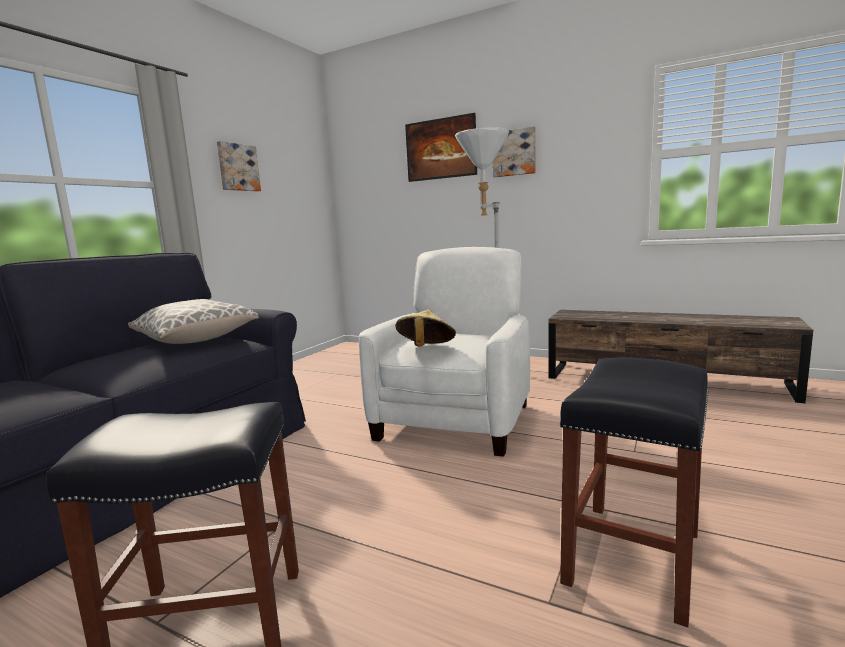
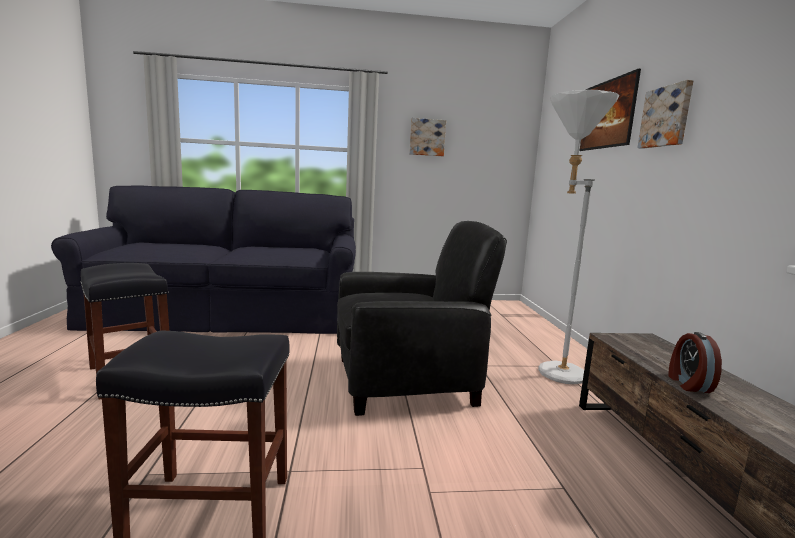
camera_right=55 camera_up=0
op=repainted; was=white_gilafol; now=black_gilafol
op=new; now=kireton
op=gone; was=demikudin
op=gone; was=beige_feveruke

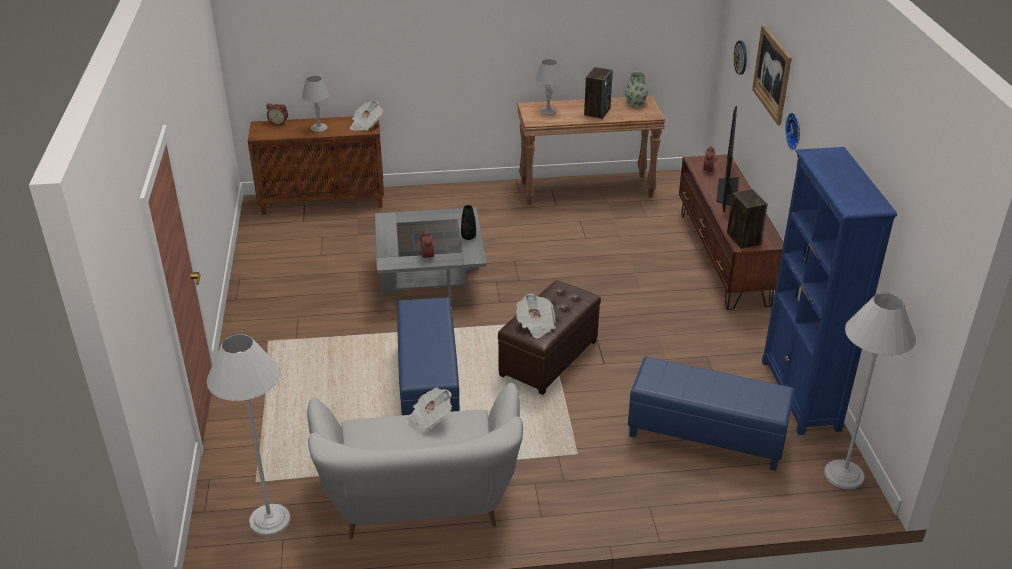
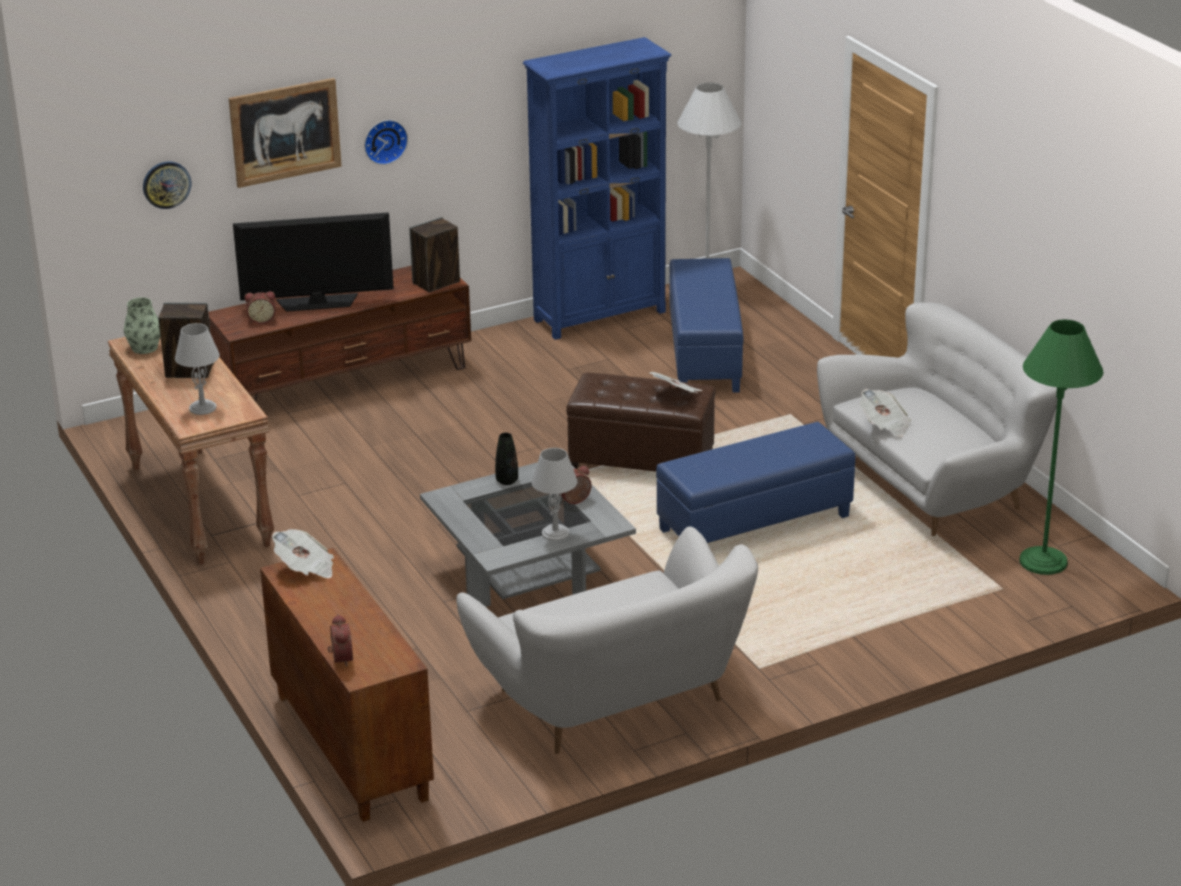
camera_right=-110 camera_up=-5
op=new; now=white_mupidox (no. 1 from left)
op=shifted; was=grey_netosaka (no. 1 from left in the first image); now=grey_netosaka (no. 2 from left)
op=repainted; was=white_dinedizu (no. 1 from left); now=green_dinedizu

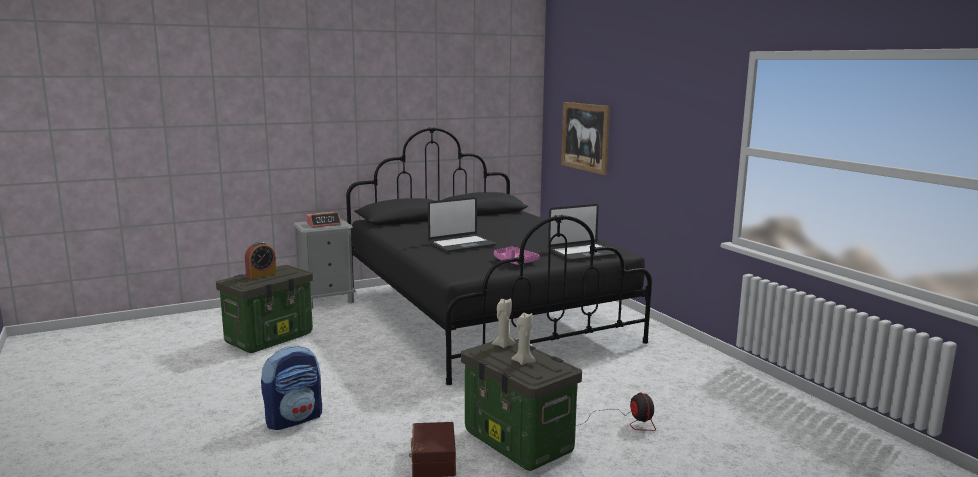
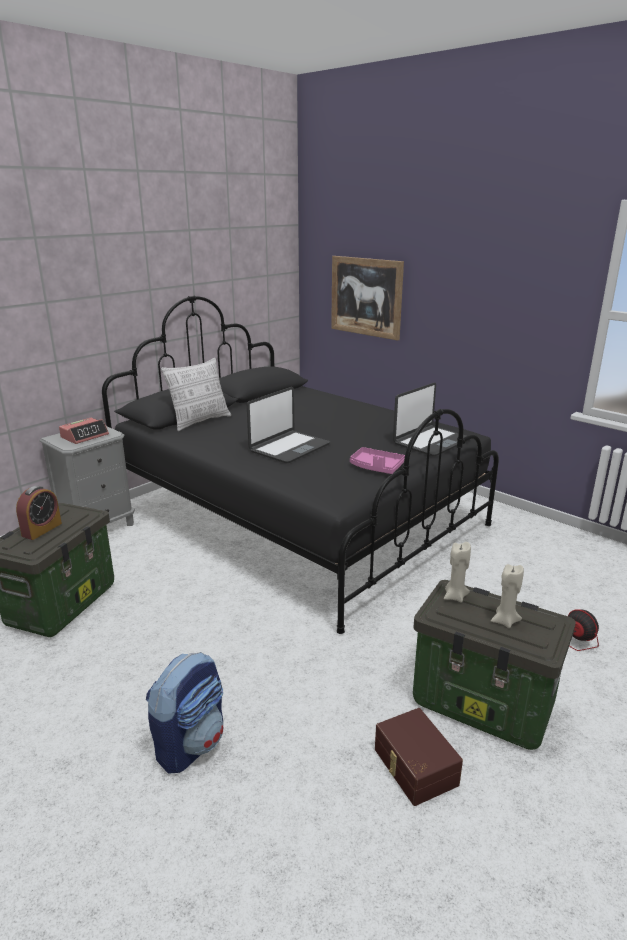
camera_right=-20 camera_up=10
op=new; now=demikudin

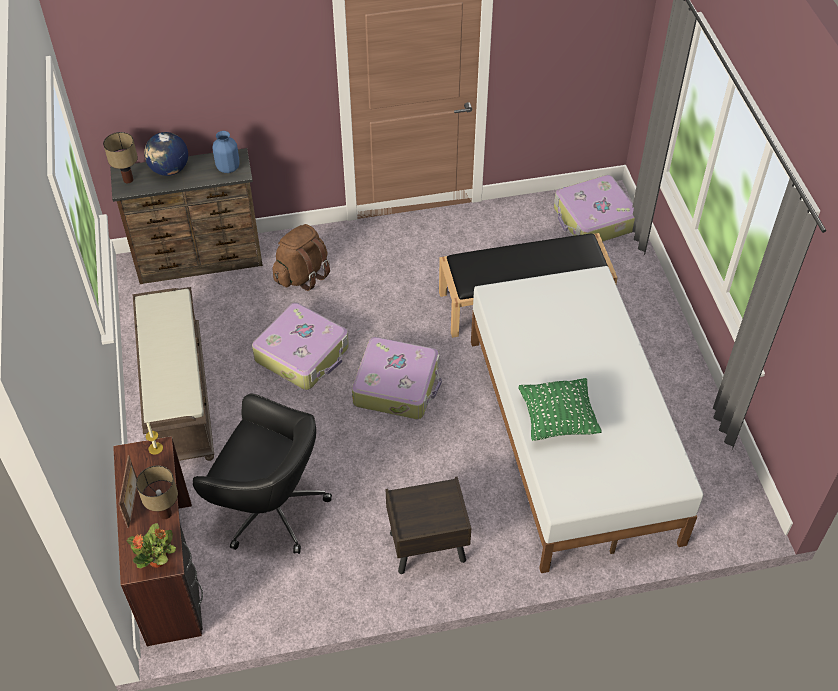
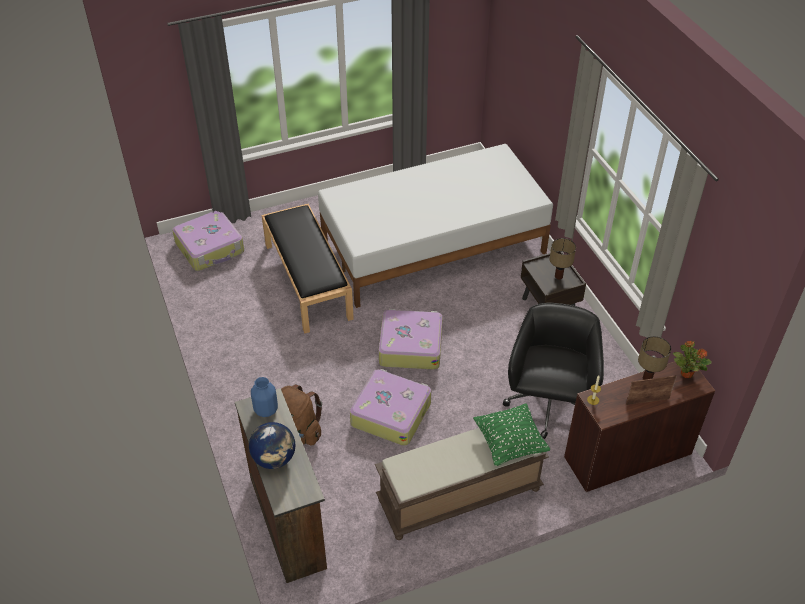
camera_right=-100 camera_up=-5
op=shifted; was=green_demikudin
op=shifted; was=netosaka (no. 1 from left)

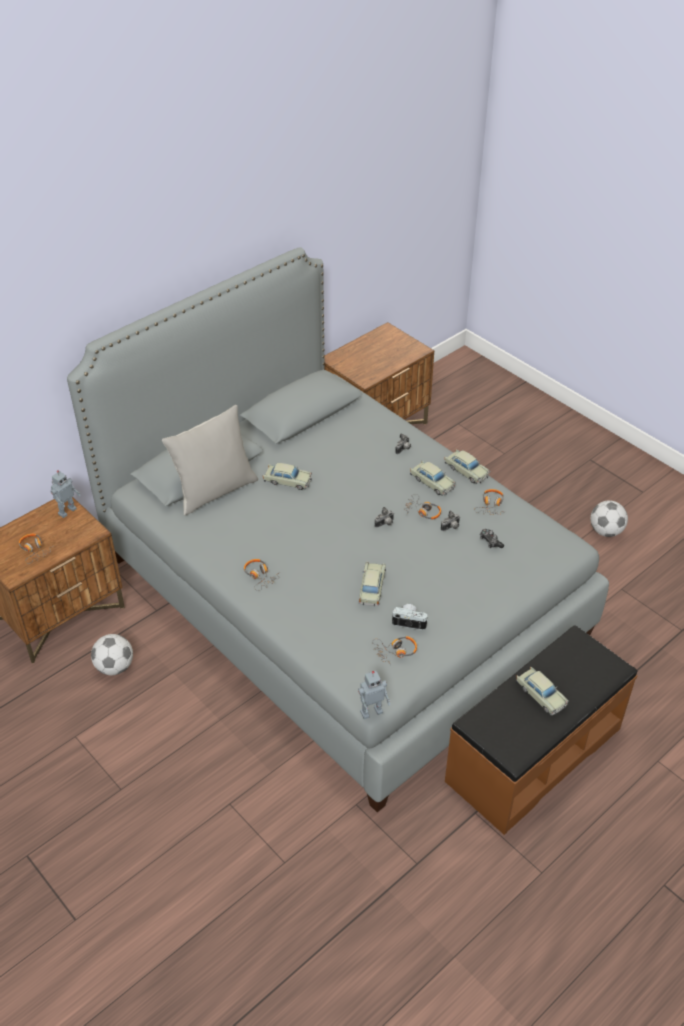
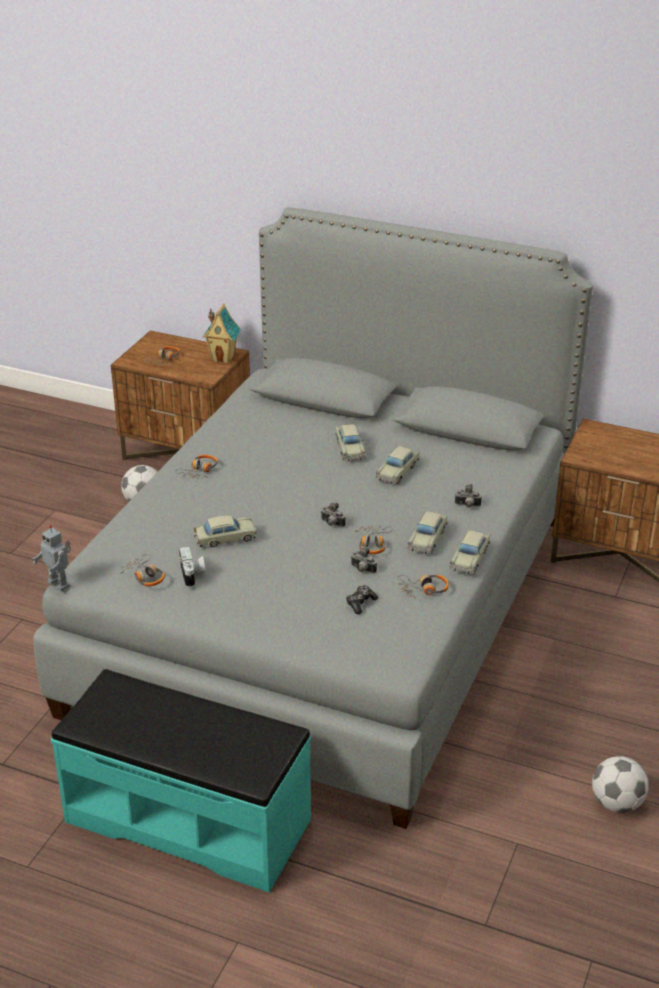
camera_right=65 camera_up=-10
op=repainted; was=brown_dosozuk; now=turquoise_dosozuk
op=swapped; was=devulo (no. 1 from left); now=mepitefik
op=shifted; was=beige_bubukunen (no. 5 from left in the first image); now=beige_bubukunen (no. 3 from left)
op=gone; was=grey_demikudin

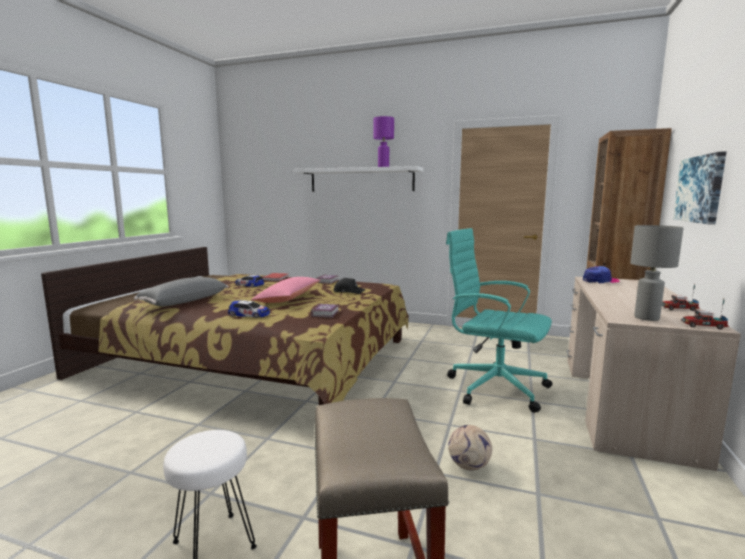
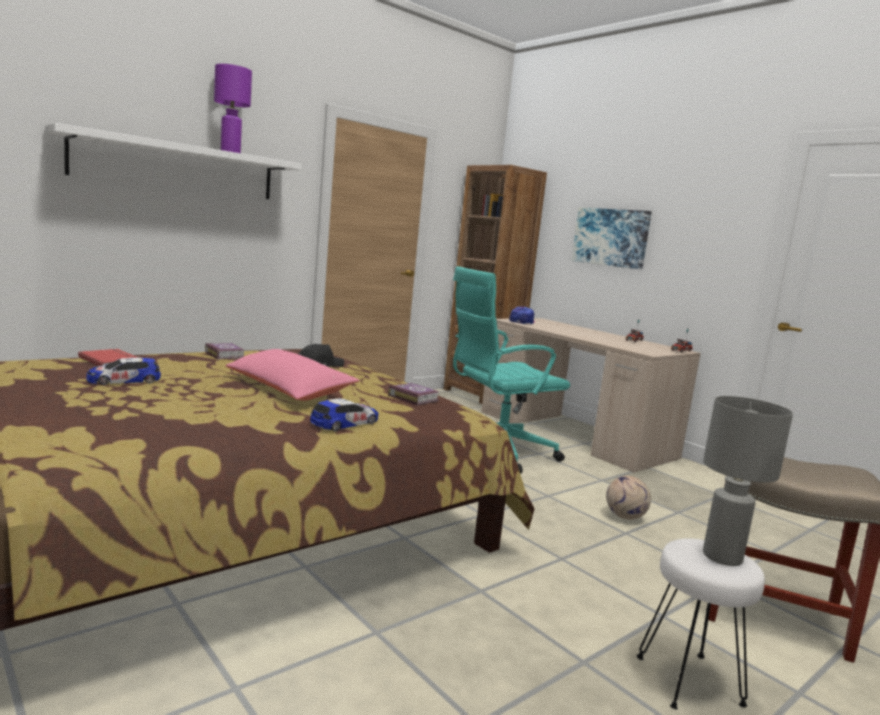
camera_right=-60 camera_up=0
op=shifted; was=grey_netosaka
op=gone; was=grey_demikudin

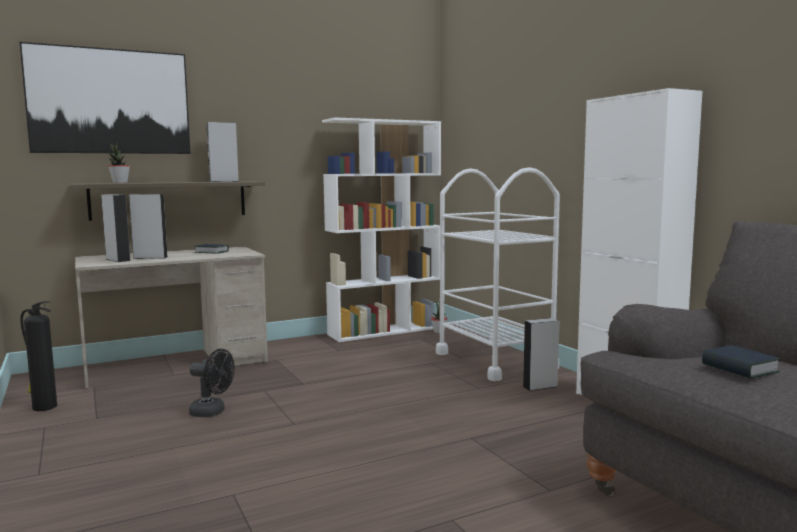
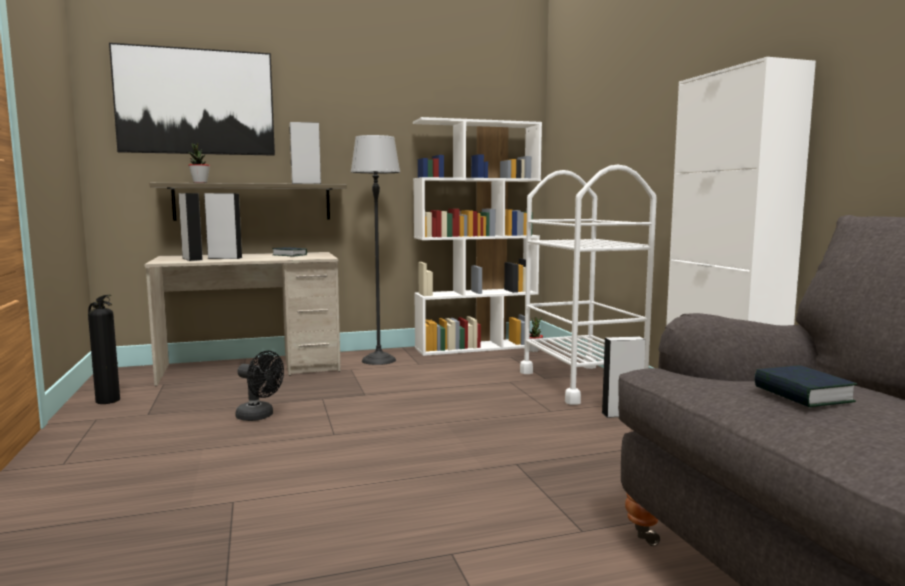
camera_right=10 camera_up=0
op=new; now=dinedizu

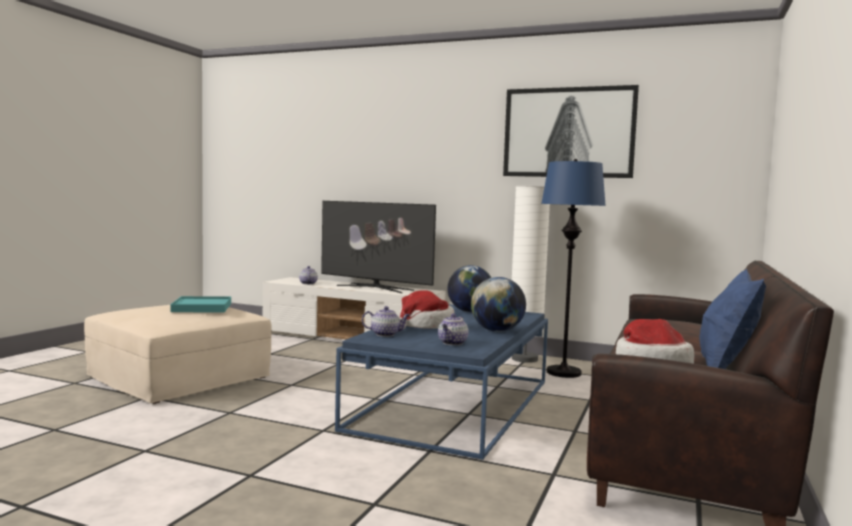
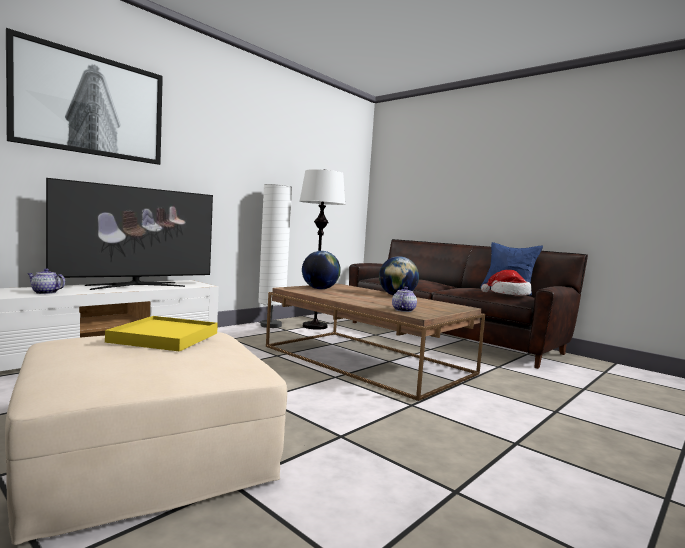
camera_right=-70 camera_up=0
op=shifted; was=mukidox
op=repainted; was=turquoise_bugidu; now=yellow_bugidu
op=repainted; was=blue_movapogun; now=brown_movapogun
op=repainted; was=blue_dinedizu; now=white_dinedizu (no. 2 from left)
op=gone; was=feveruke (no. 1 from left)
op=gone; was=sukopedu (no. 3 from left)

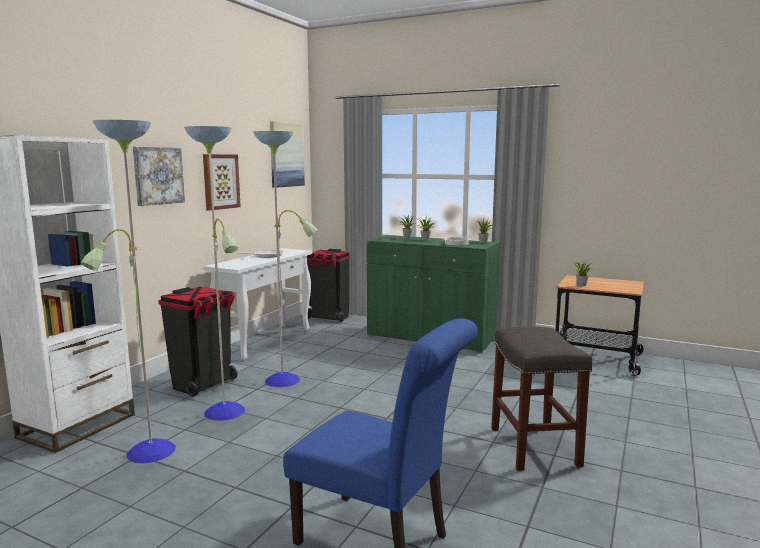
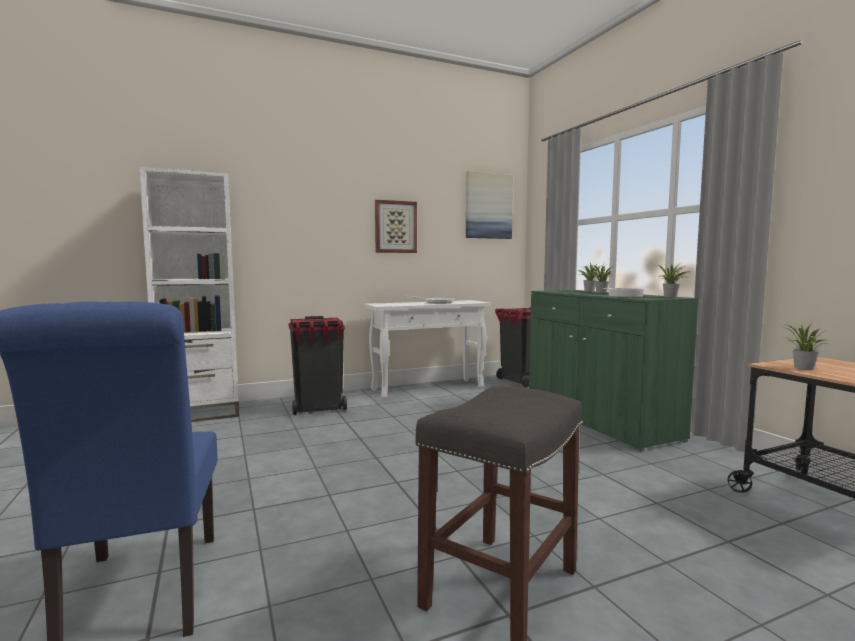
camera_right=40 camera_up=-5
op=gone; was=dinedizu
op=gone; was=mukidox (no. 1 from left)

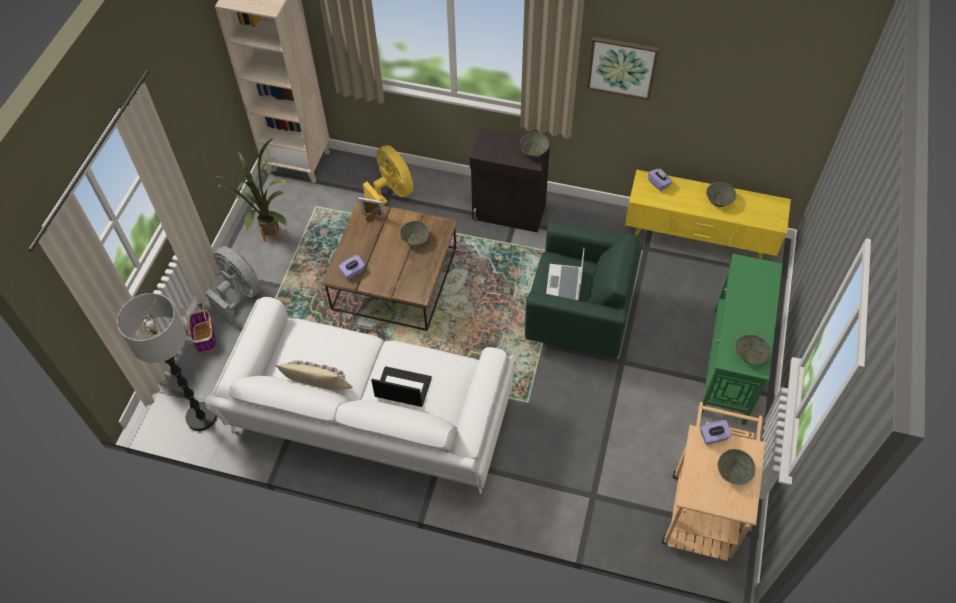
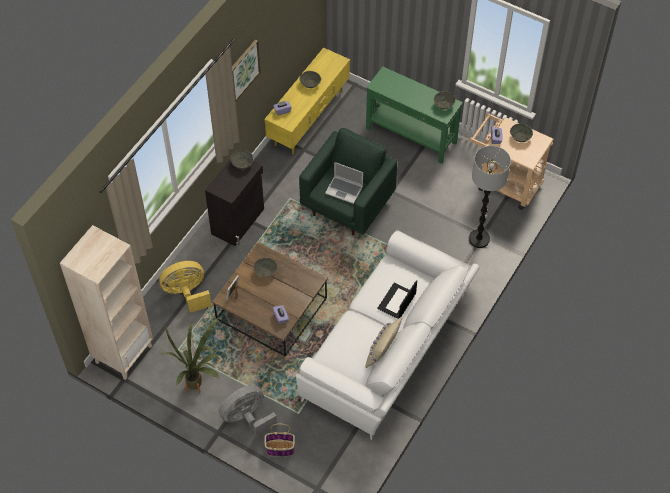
camera_right=-75 camera_up=0
op=shifted; was=dinedizu

